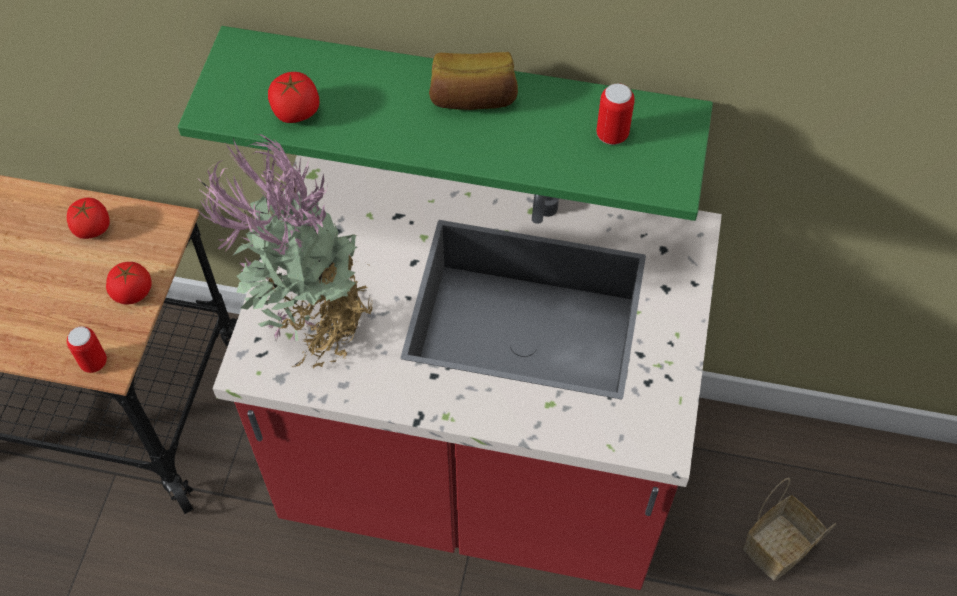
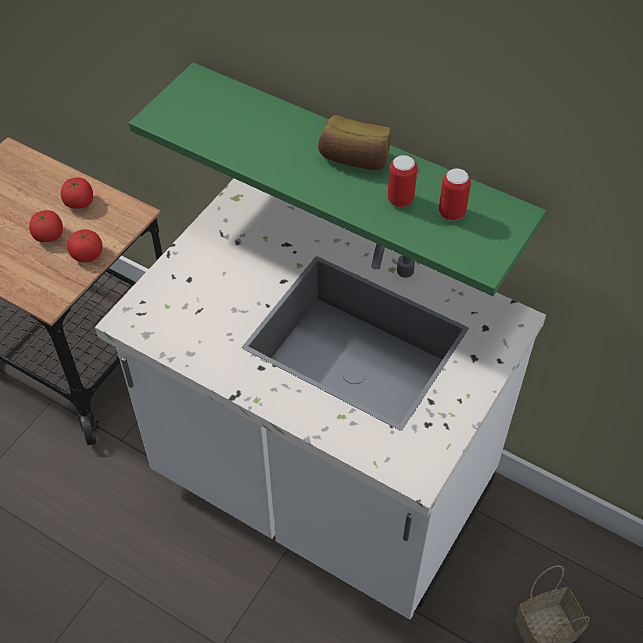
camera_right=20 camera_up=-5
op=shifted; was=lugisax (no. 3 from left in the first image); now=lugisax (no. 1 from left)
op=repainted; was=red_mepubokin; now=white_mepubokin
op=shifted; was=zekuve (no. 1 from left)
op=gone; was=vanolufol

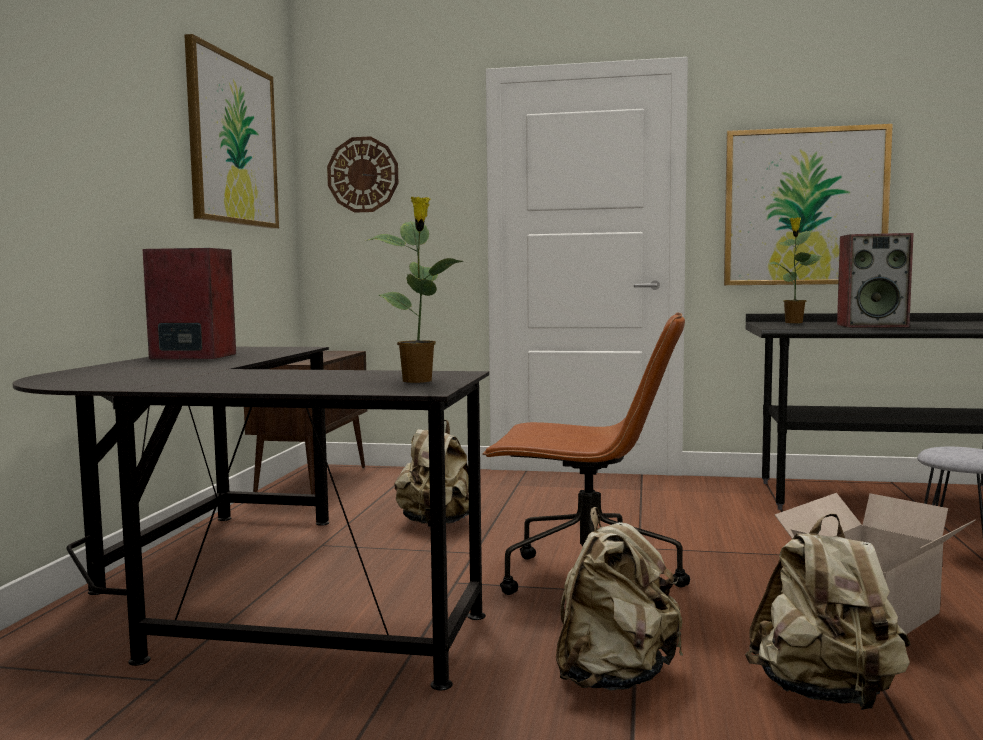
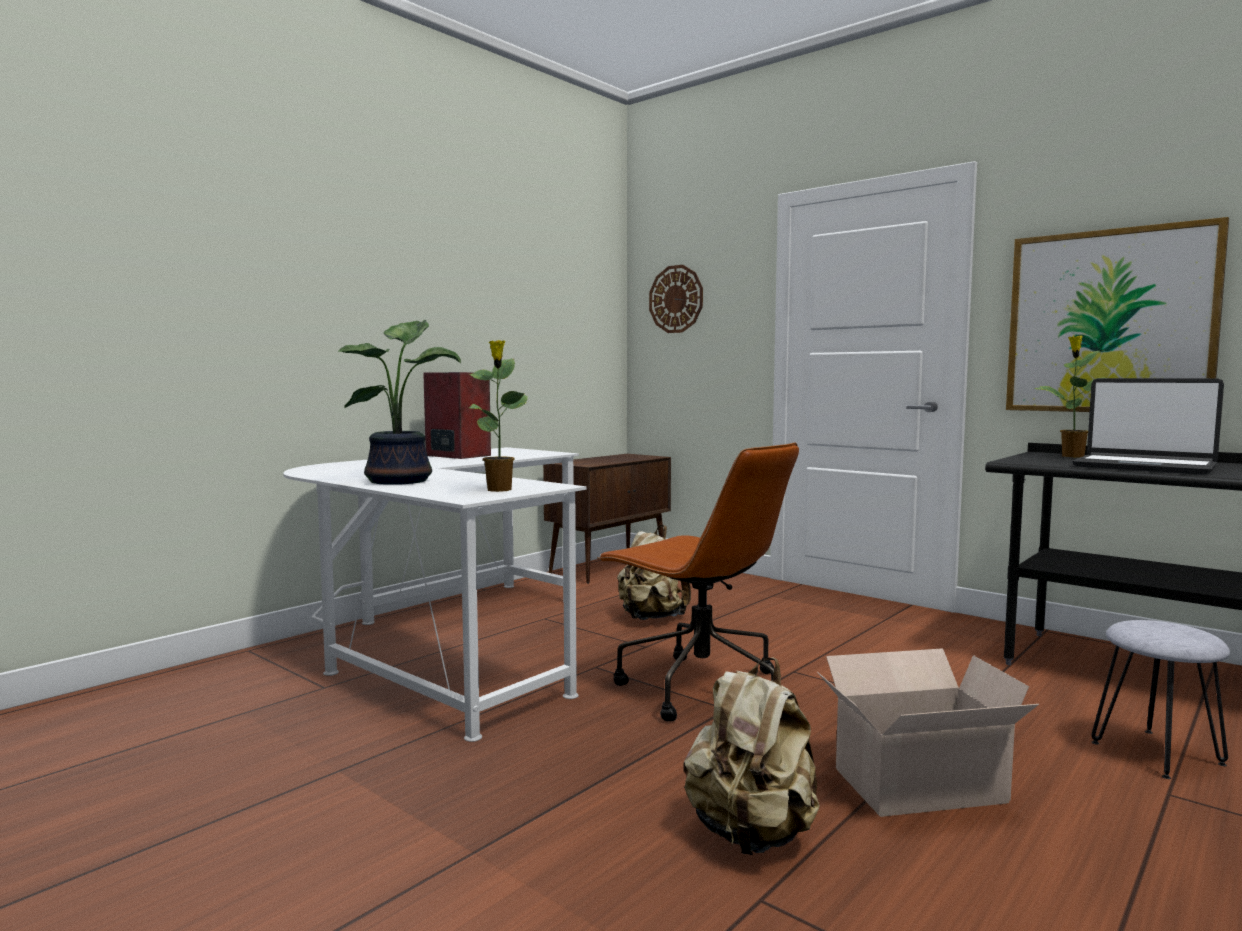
camera_right=30 camera_up=0
op=repainted; was=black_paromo (no. 1 from left); now=white_paromo
op=new; now=vanolufol (no. 1 from left)
op=swapped; was=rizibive (no. 2 from left); now=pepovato
op=gone; was=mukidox (no. 1 from left)
op=gone; was=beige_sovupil (no. 2 from left)

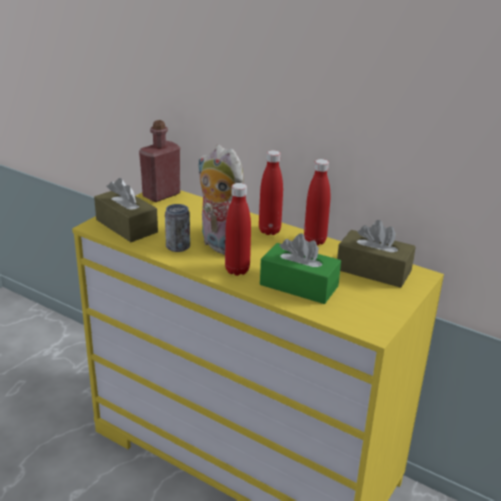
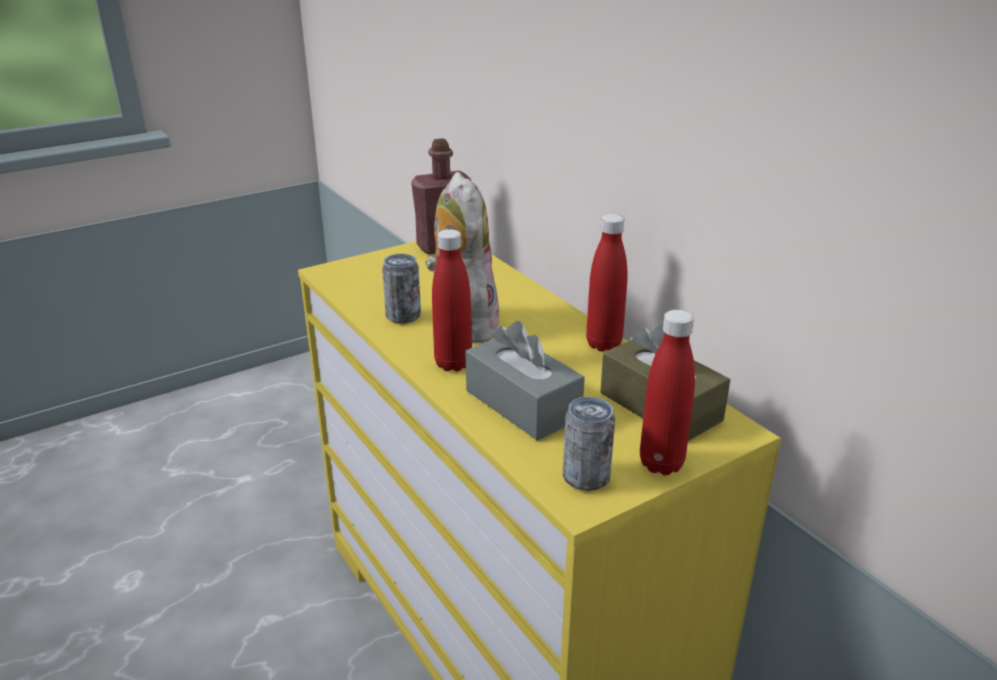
camera_right=25 camera_up=0
op=repainted; was=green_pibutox; now=grey_pibutox
op=new; now=zekuve (no. 2 from left)
op=shifted; was=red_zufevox (no. 3 from left in the first image); now=red_zufevox (no. 4 from left)
op=gone; was=brown_pibutox (no. 1 from left)

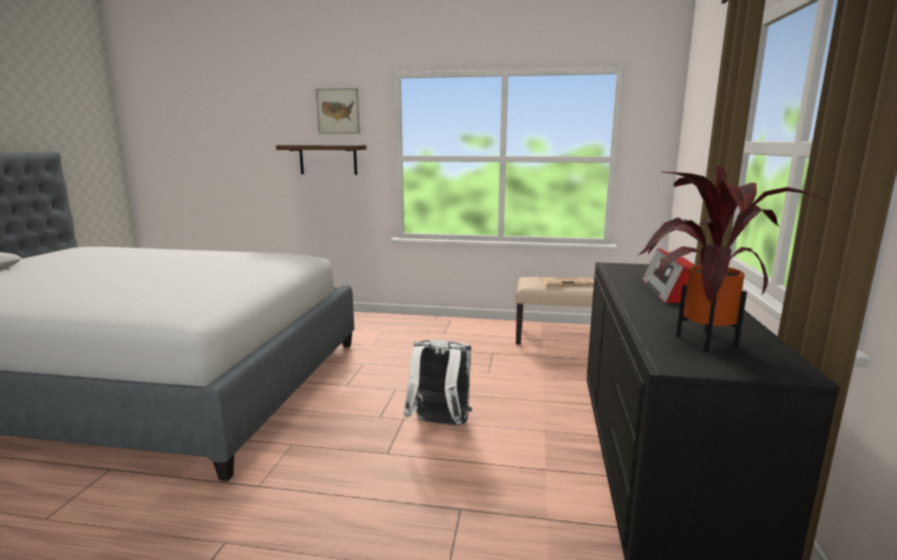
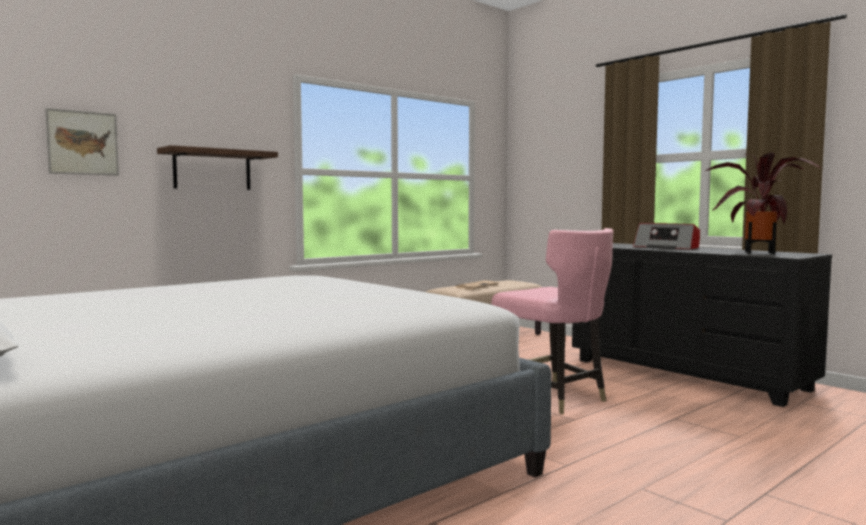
camera_right=-50 camera_up=-10
op=shifted; was=mukidox
op=swapped; was=white_sovupil; now=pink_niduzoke

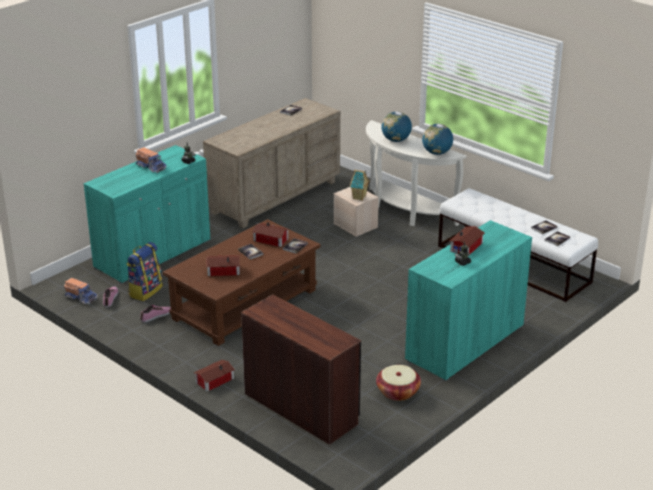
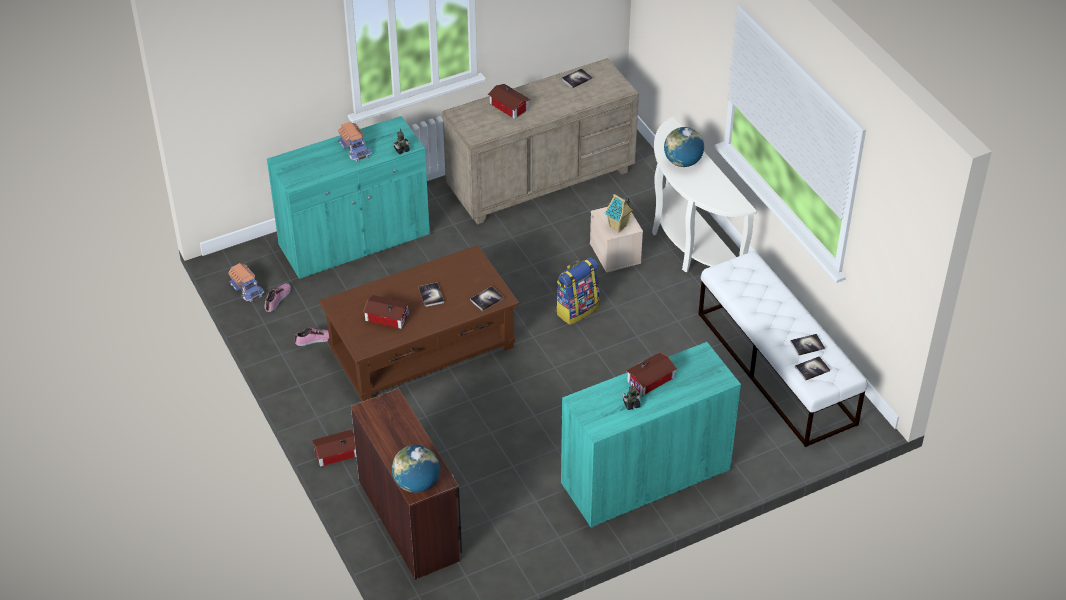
camera_right=20 camera_up=15
op=shifted; was=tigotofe (no. 2 from left in the first image); now=tigotofe (no. 1 from left)
op=shifted; was=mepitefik (no. 3 from left)
op=shifted; was=sovupil
op=gone; was=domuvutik

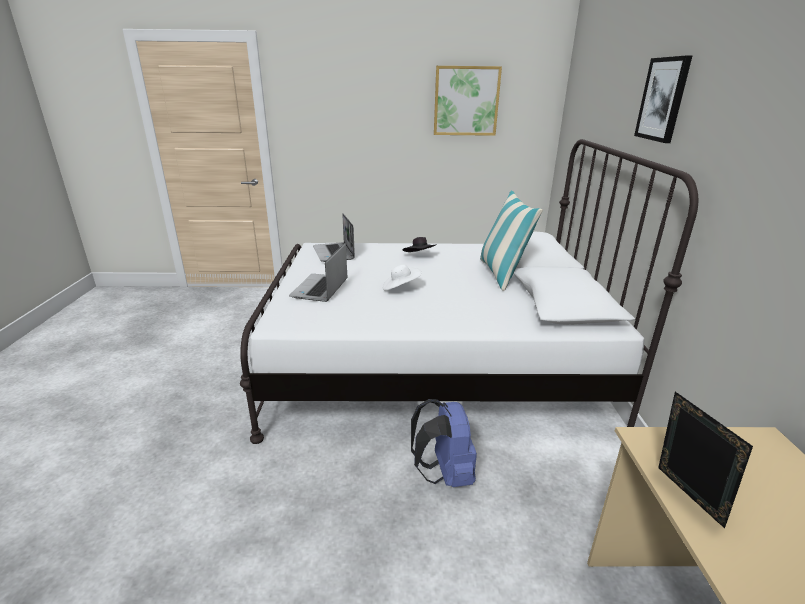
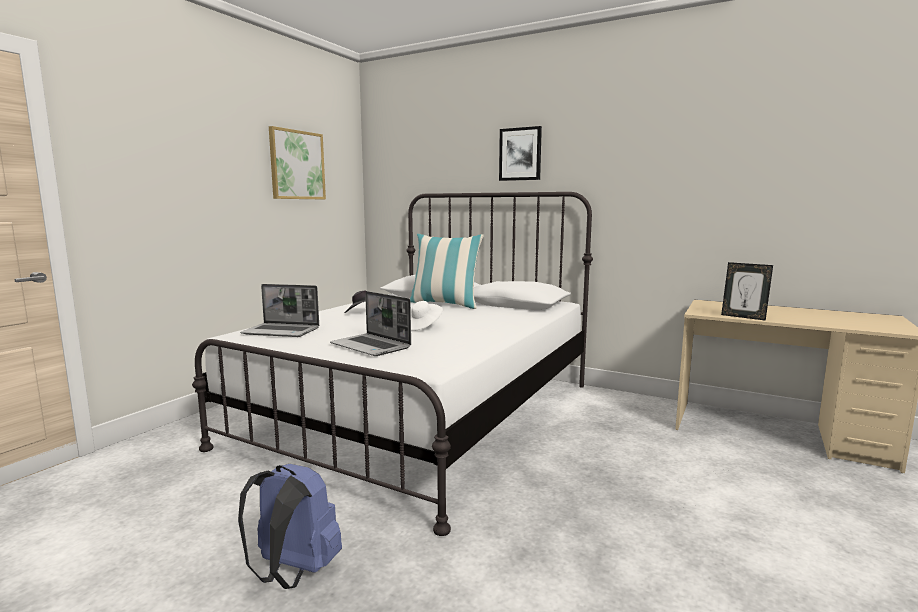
camera_right=-60 camera_up=-15
op=shifted; was=blue_sovupil
op=rotated; was=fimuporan; clockwise=-150

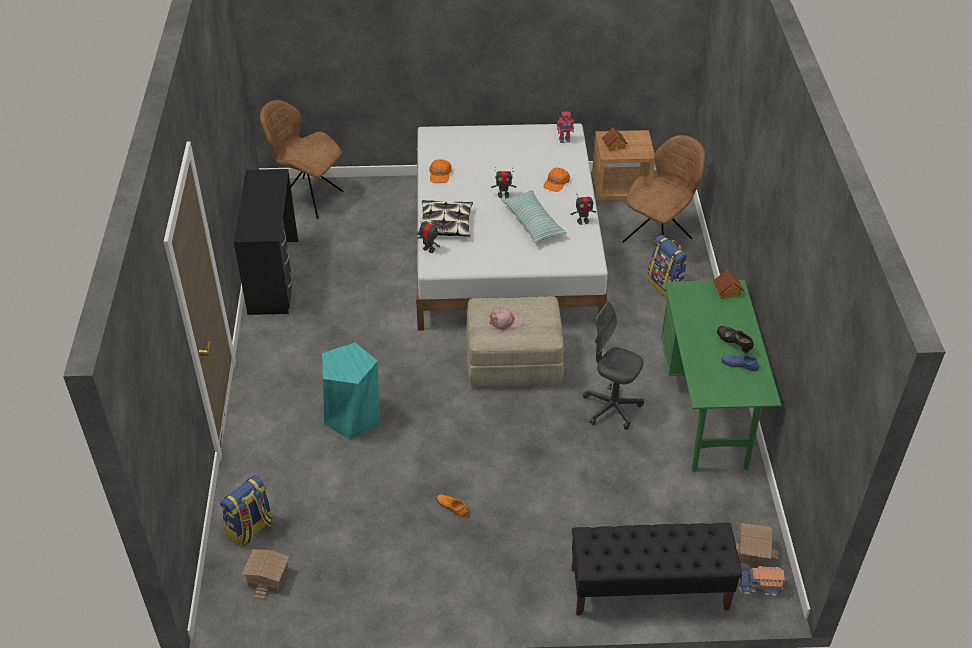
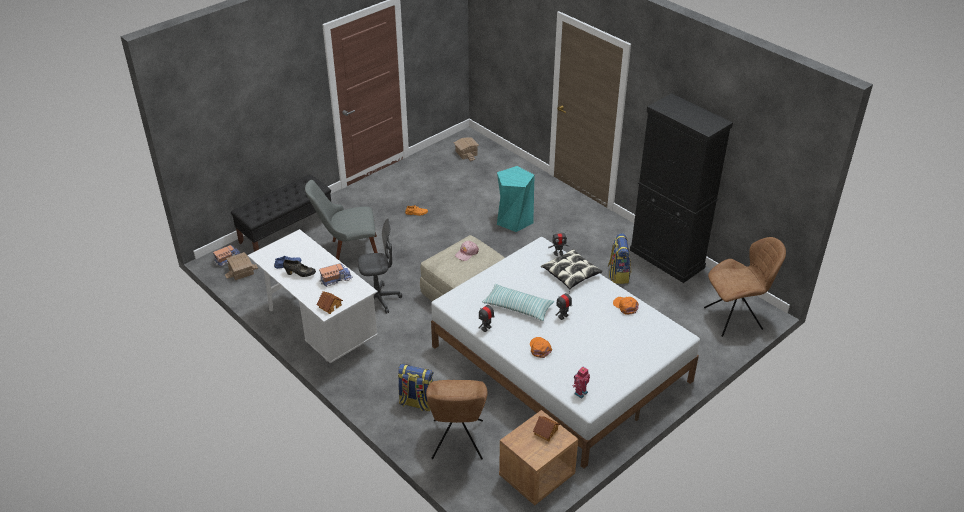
camera_right=140 camera_up=-5
op=repainted; was=green_paromo; now=white_paromo
op=new; now=grey_niduzoke
op=new; now=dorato (no. 2 from left)
op=shifted; was=sovupil (no. 1 from left in the first image); now=sovupil (no. 2 from left)
op=swapped; was=black_paromo; now=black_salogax

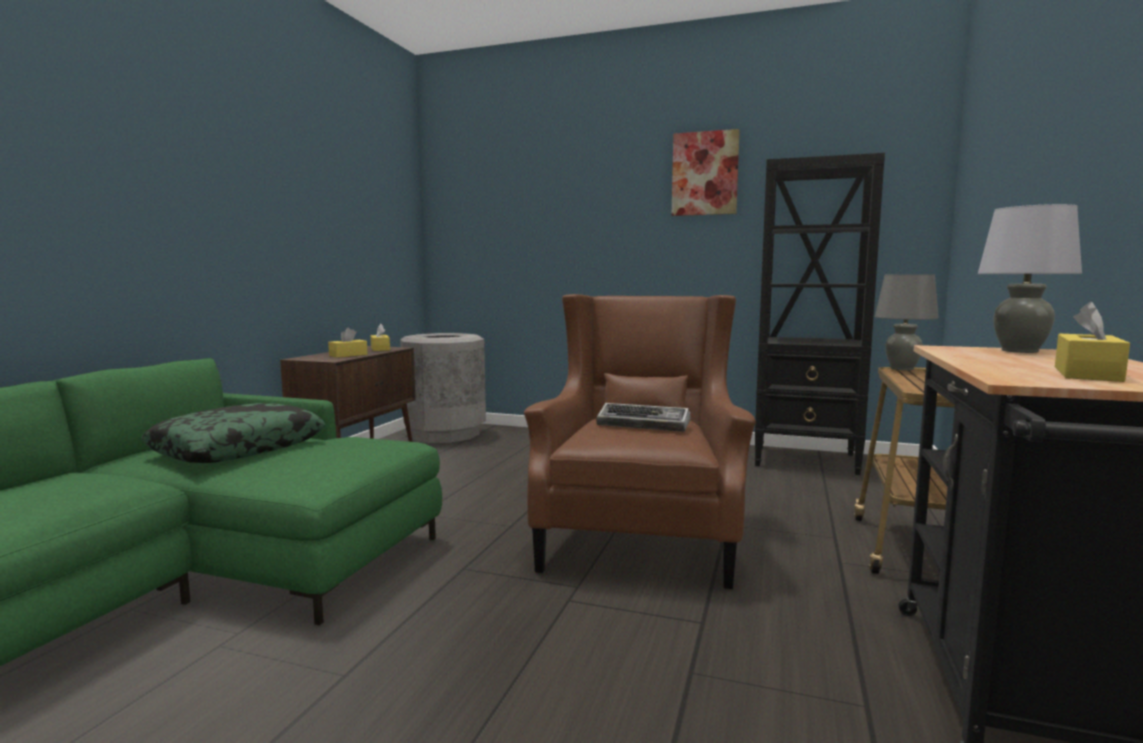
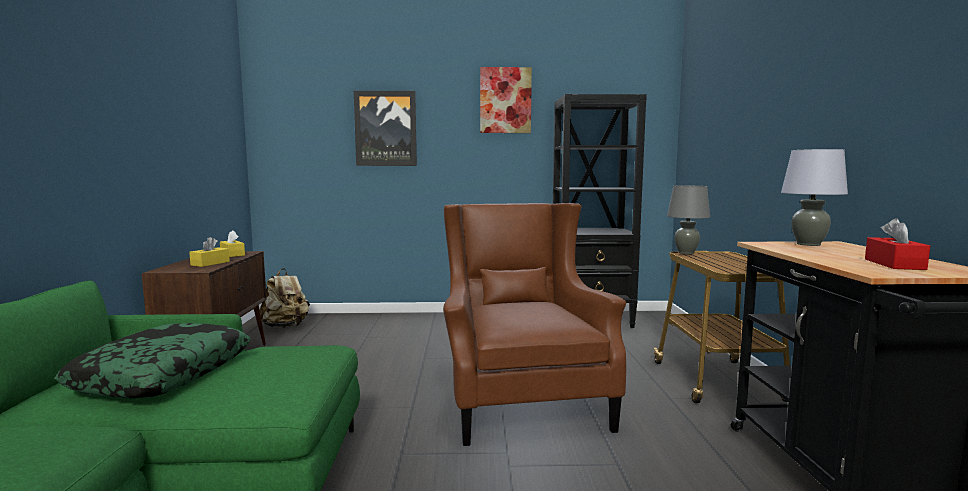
camera_right=-20 camera_up=0
op=swapped; was=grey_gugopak; now=beige_sovupil
op=new; now=mukidox (no. 1 from left)
op=repainted; was=yellow_pibutox (no. 3 from left); now=red_pibutox
op=gone; was=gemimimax

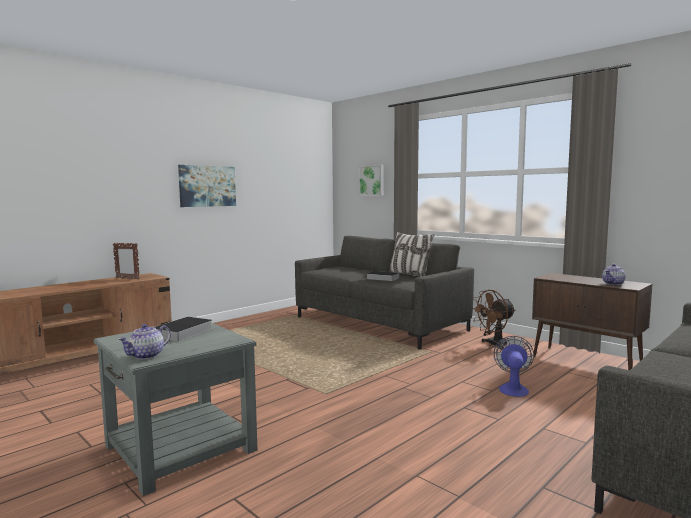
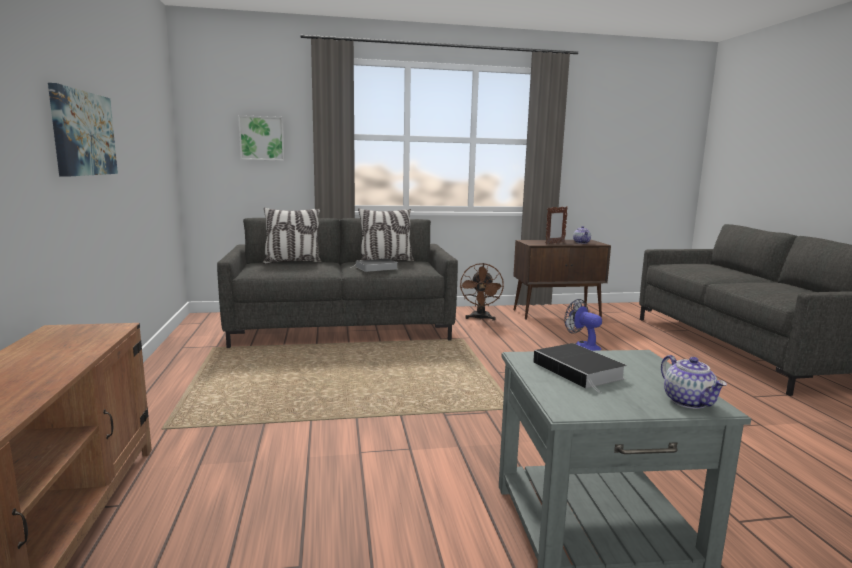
camera_right=-55 camera_up=5
op=new; now=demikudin (no. 1 from left)
op=shifted; was=fimuporan

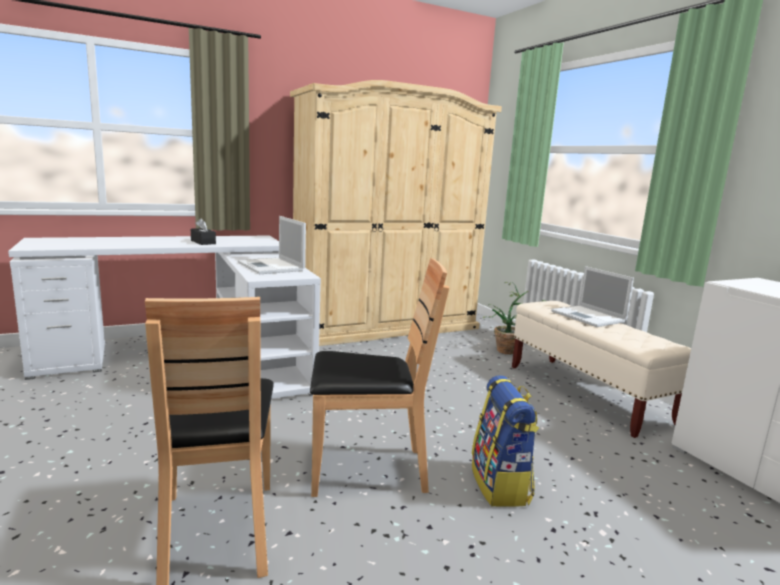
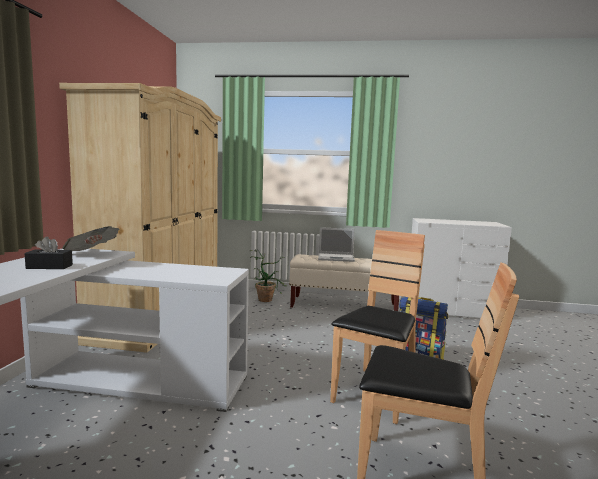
camera_right=-55 camera_up=-5
op=new; now=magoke
op=gone; was=pepovato (no. 1 from left)

